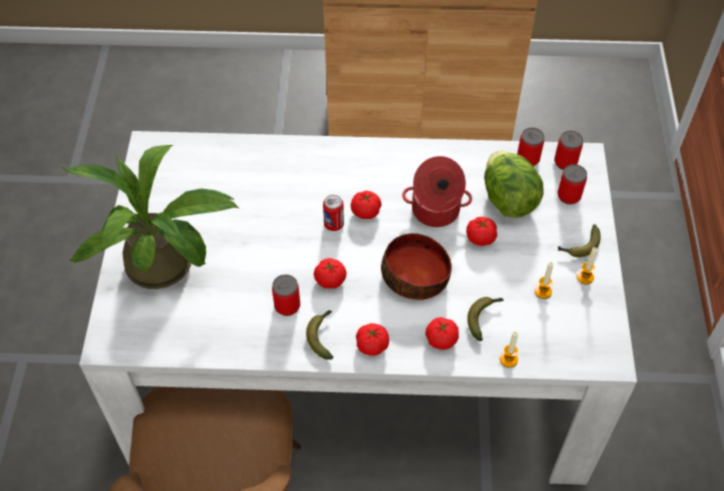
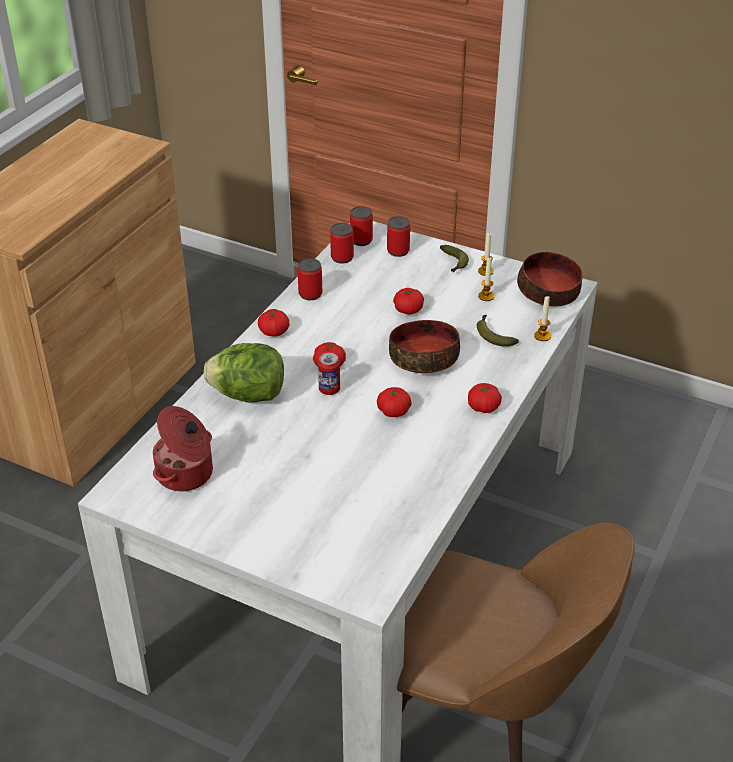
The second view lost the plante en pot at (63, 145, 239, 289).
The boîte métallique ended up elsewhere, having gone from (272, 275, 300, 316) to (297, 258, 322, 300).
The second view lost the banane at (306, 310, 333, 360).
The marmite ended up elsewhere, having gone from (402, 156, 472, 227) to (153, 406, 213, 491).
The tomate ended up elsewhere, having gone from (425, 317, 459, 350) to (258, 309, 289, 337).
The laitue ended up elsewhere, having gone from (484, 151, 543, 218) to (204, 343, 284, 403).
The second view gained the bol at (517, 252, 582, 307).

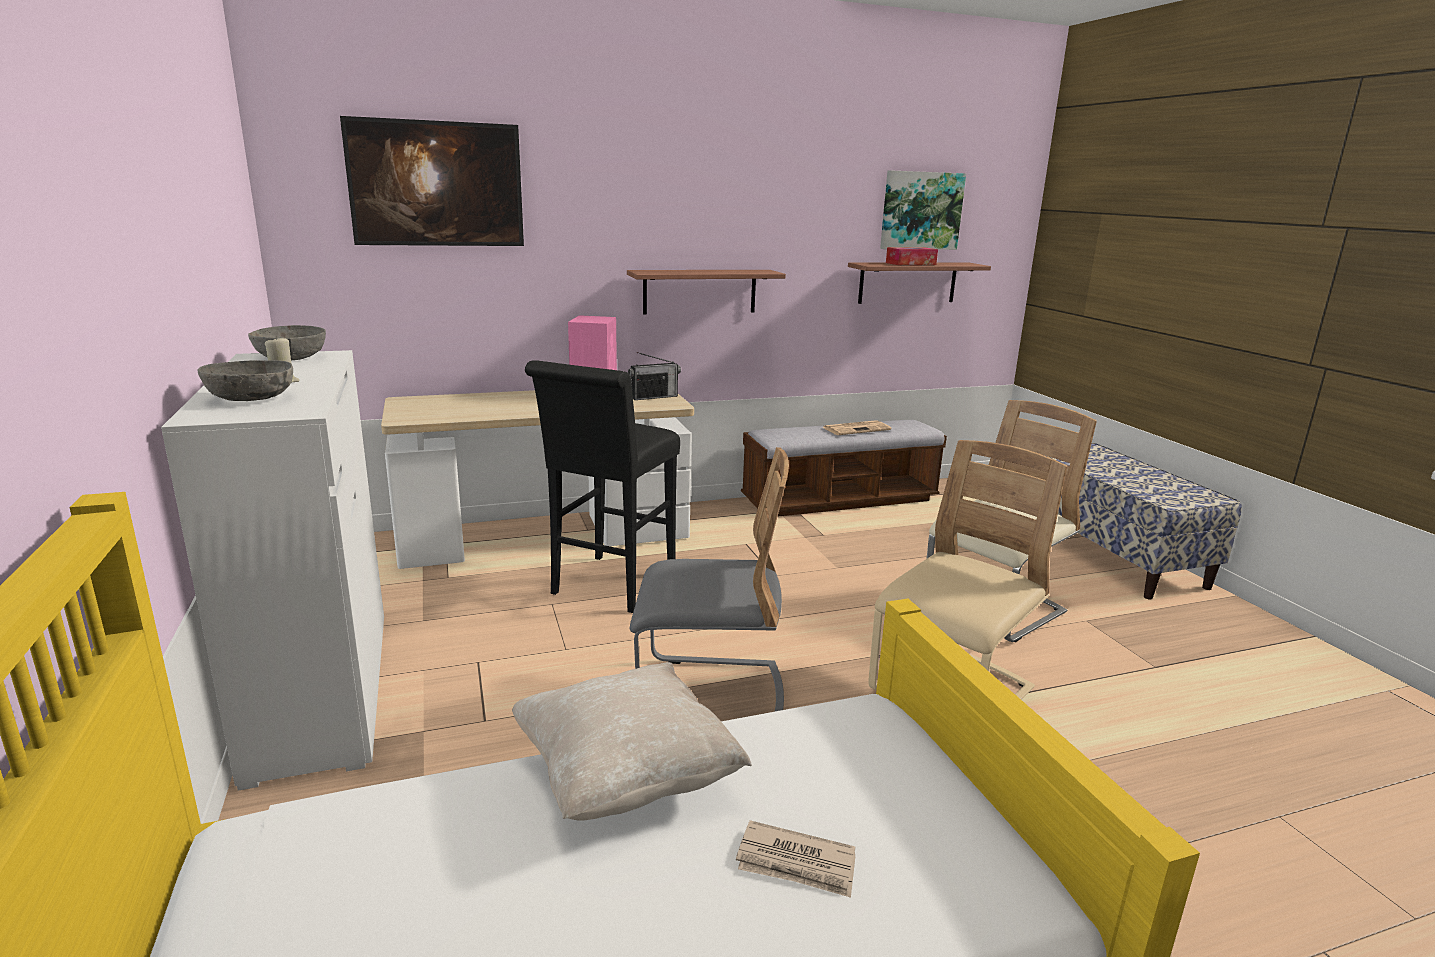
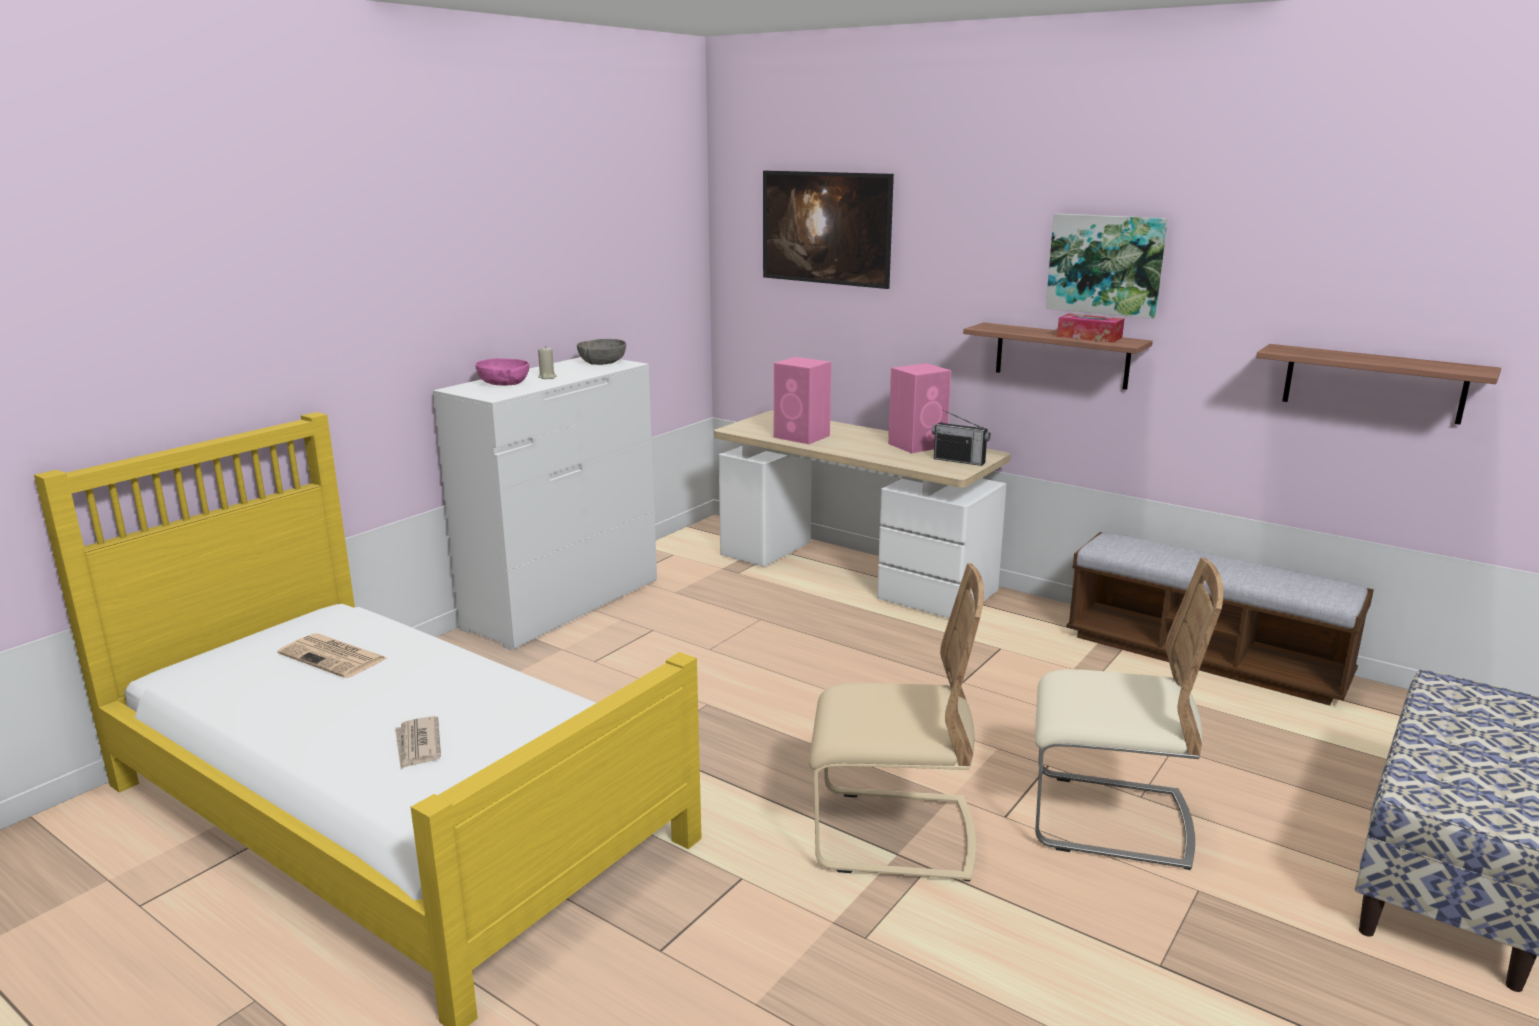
What was the bol/gris at (197, 360, 293, 401) turned into the bol/rose at (475, 358, 529, 386).
The second view lost the coussin/beige at (512, 662, 752, 821).
The second view lost the tabouret/noir at (525, 360, 680, 613).
The second view lost the chaise/gris at (630, 447, 789, 711).
The journal ended up elsewhere, having gone from (822, 420, 891, 435) to (278, 633, 387, 678).
The tableau ended up elsewhere, having gone from (880, 170, 966, 250) to (1046, 213, 1168, 319).
The boîte à mouchoirs ended up elsewhere, having gone from (886, 247, 938, 265) to (1057, 314, 1124, 343).
The second view gained the enceinte/rose at (774, 357, 831, 444).

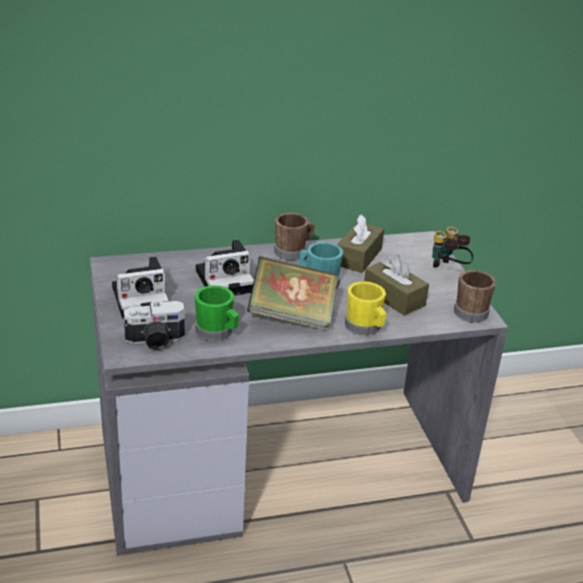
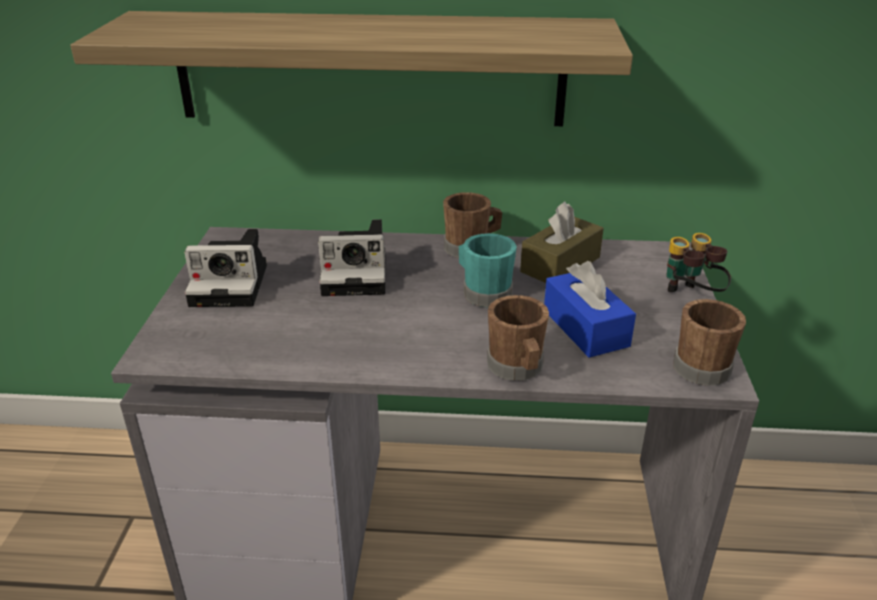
The second view lost the appareil photo at (124, 301, 185, 351).
The second view lost the mug/vert at (195, 285, 239, 341).
The second view lost the livre at (247, 256, 338, 331).
What was the mug/jaune at (345, 281, 386, 336) turned into the mug/marron at (487, 295, 549, 381).
What was the boîte à mouchoirs/marron at (364, 254, 429, 316) turned into the boîte à mouchoirs/bleu at (544, 261, 636, 358).
The second view gained the étagère at (70, 11, 633, 126).

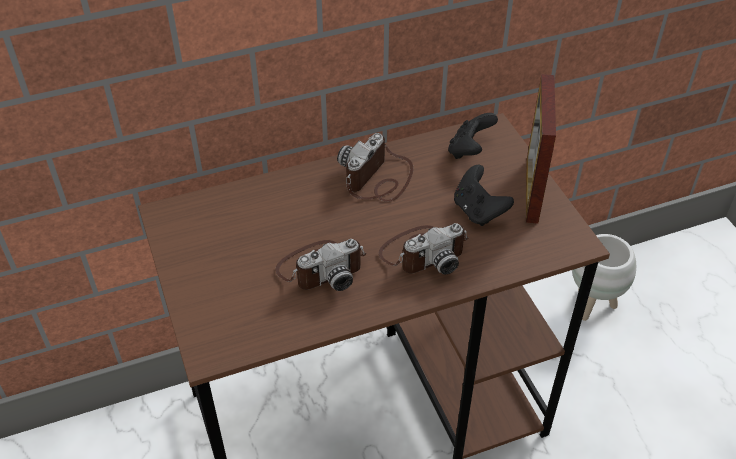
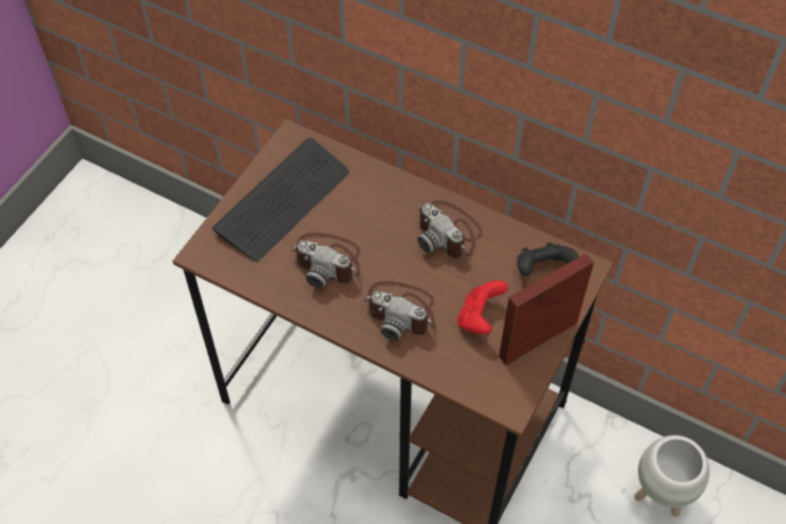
The appareil photo at (337, 133, 413, 202) ended up facing another way, 120 degrees counterclockwise from before.
What was the manette/noir at (454, 165, 514, 226) turned into the manette/rouge at (457, 280, 508, 335).
The second view gained the clavier at (212, 138, 349, 262).

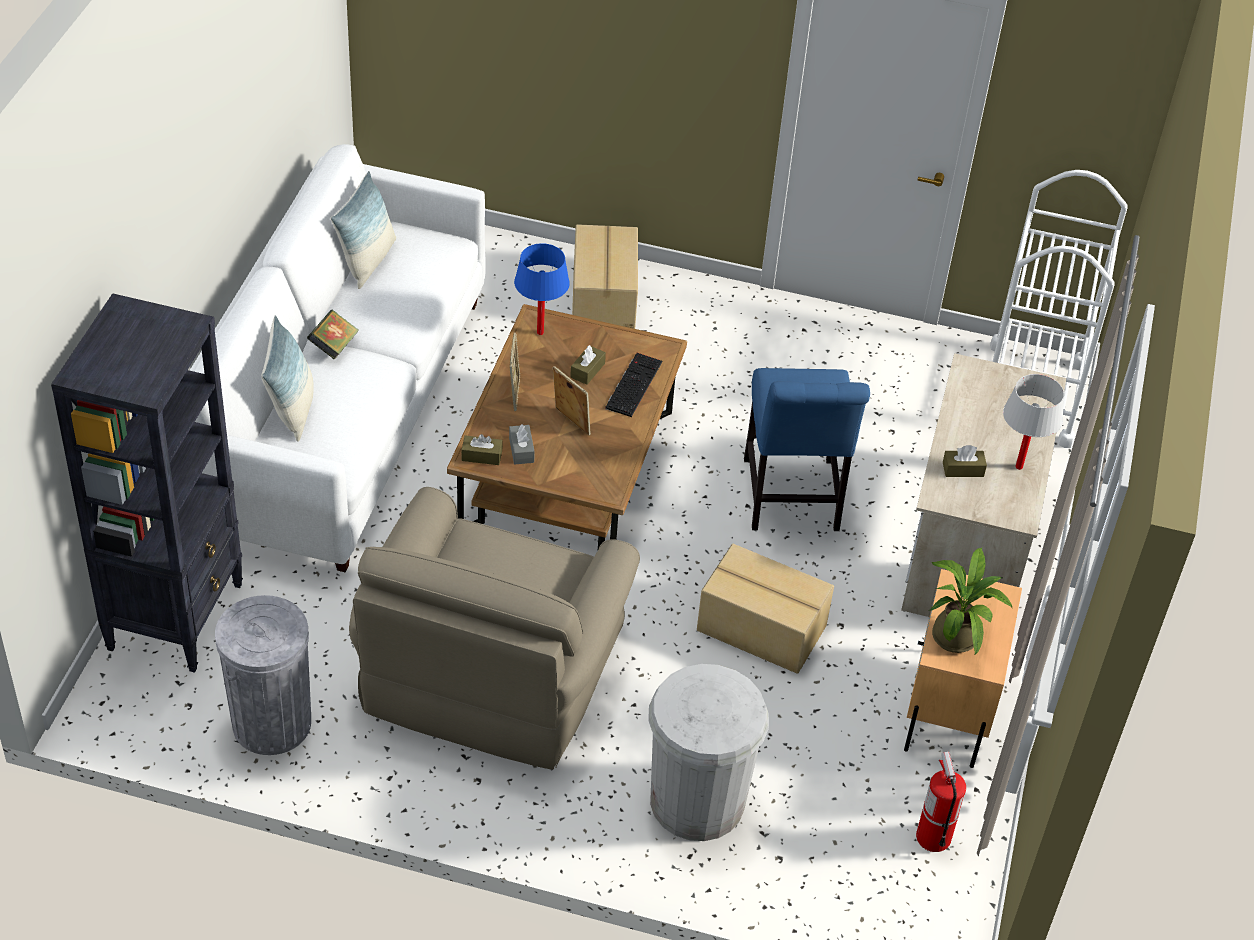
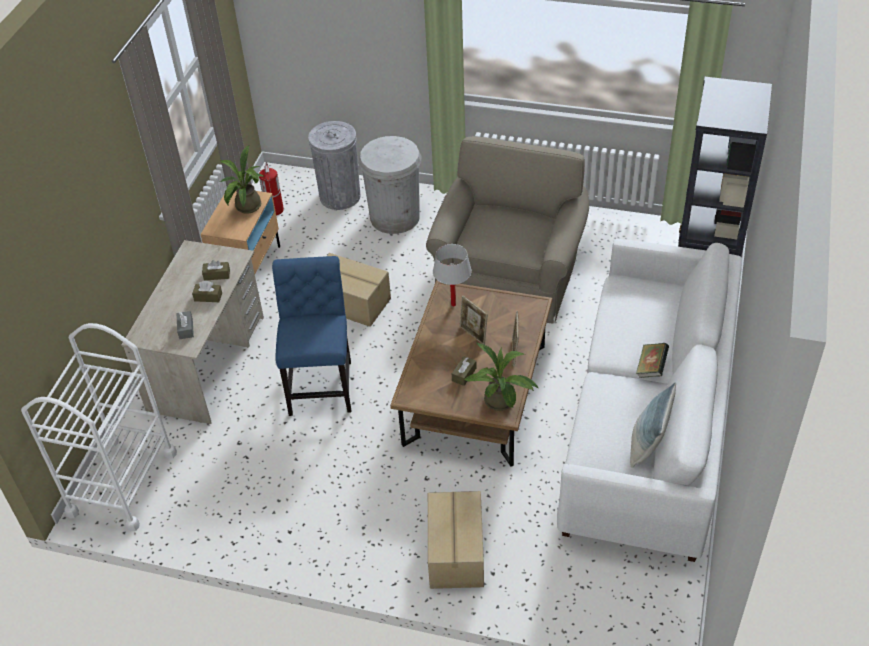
The poubelle/gris ended up elsewhere, having gone from (215, 595, 311, 755) to (308, 121, 360, 210).
The second view lost the coussin at (261, 315, 314, 442).
The boîte à mouchoirs/marron ended up elsewhere, having gone from (461, 434, 503, 465) to (192, 281, 222, 302).
The boîte à mouchoirs/gris ended up elsewhere, having gone from (509, 424, 535, 465) to (177, 311, 194, 339).
Where the lampe de table/bleu stood at (514, 243, 570, 335), the plante en pot came to stand at (464, 343, 539, 411).
The second view lost the clavier at (605, 353, 662, 417).
The lampe de table/blanc ended up elsewhere, having gone from (1003, 374, 1064, 470) to (433, 244, 472, 307).

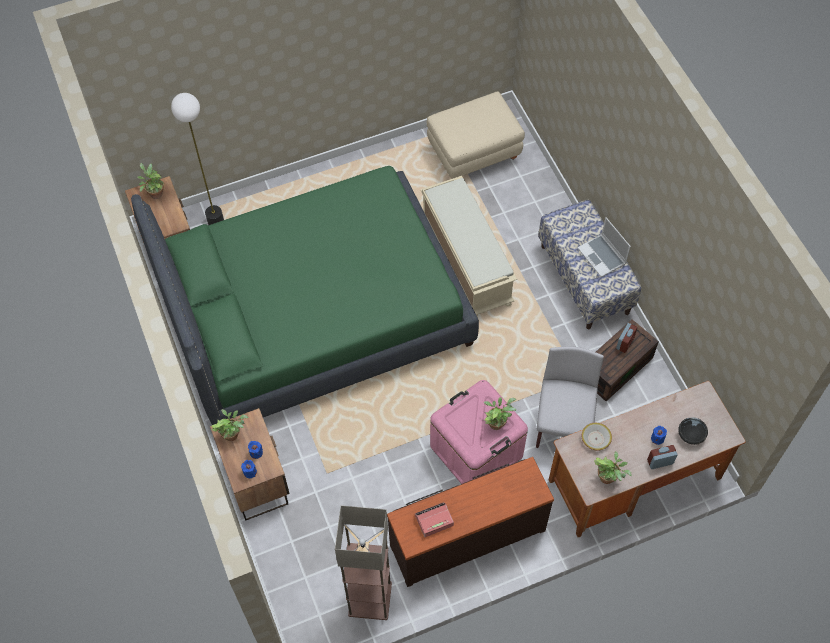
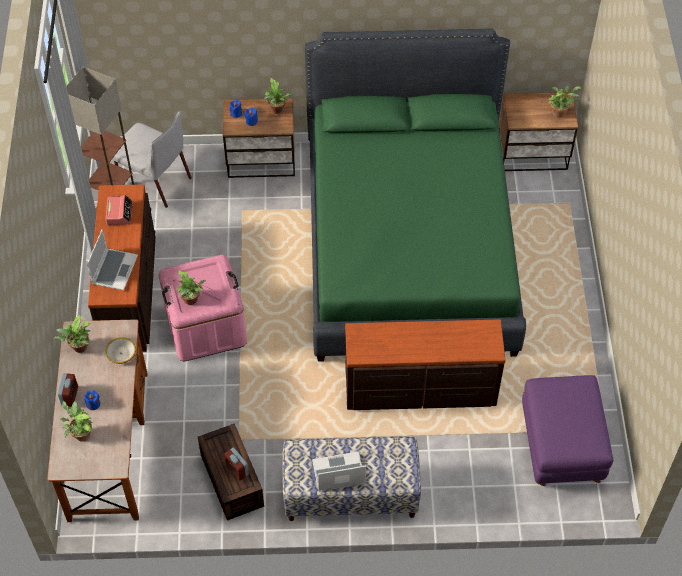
The second view lost the lampadaire at (171, 93, 224, 225).
Where the banc/beige stood at (421, 176, 517, 317), the commode/marron came to stand at (345, 319, 506, 410).
What was the pouf/beige at (427, 91, 525, 179) turned into the pouf/violet at (522, 375, 613, 486).
The chaise/gris ended up elsewhere, having gone from (536, 346, 604, 448) to (112, 112, 192, 208).
Where the bol/noir stood at (678, 417, 708, 445), the plante en pot came to stand at (60, 401, 92, 442).
The second view gained the ordinateur portable at (87, 229, 138, 290).

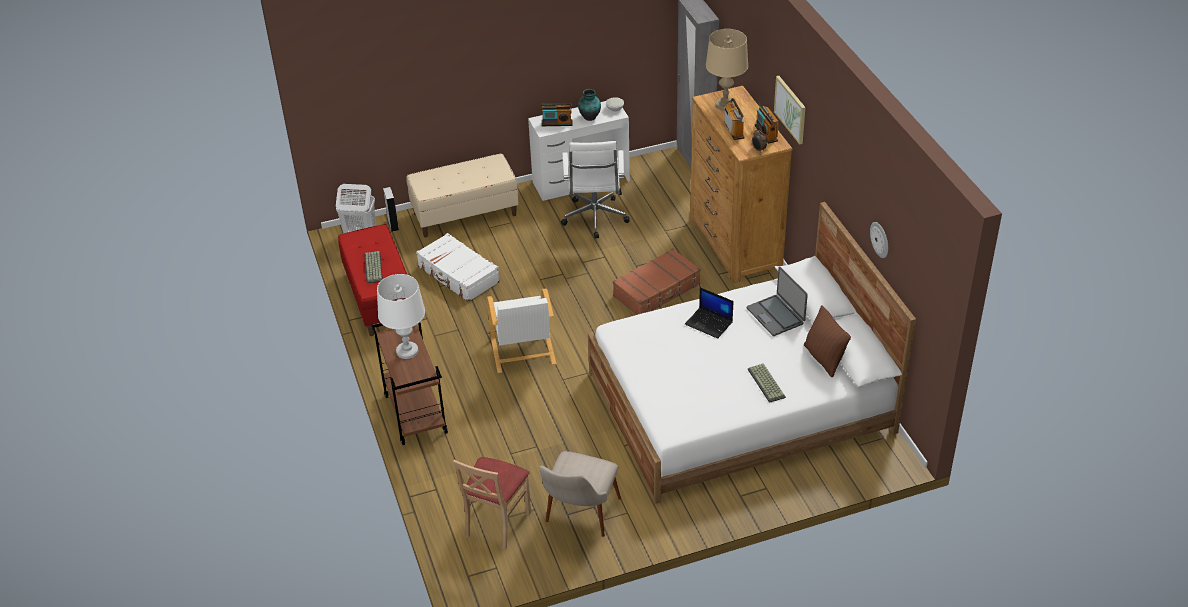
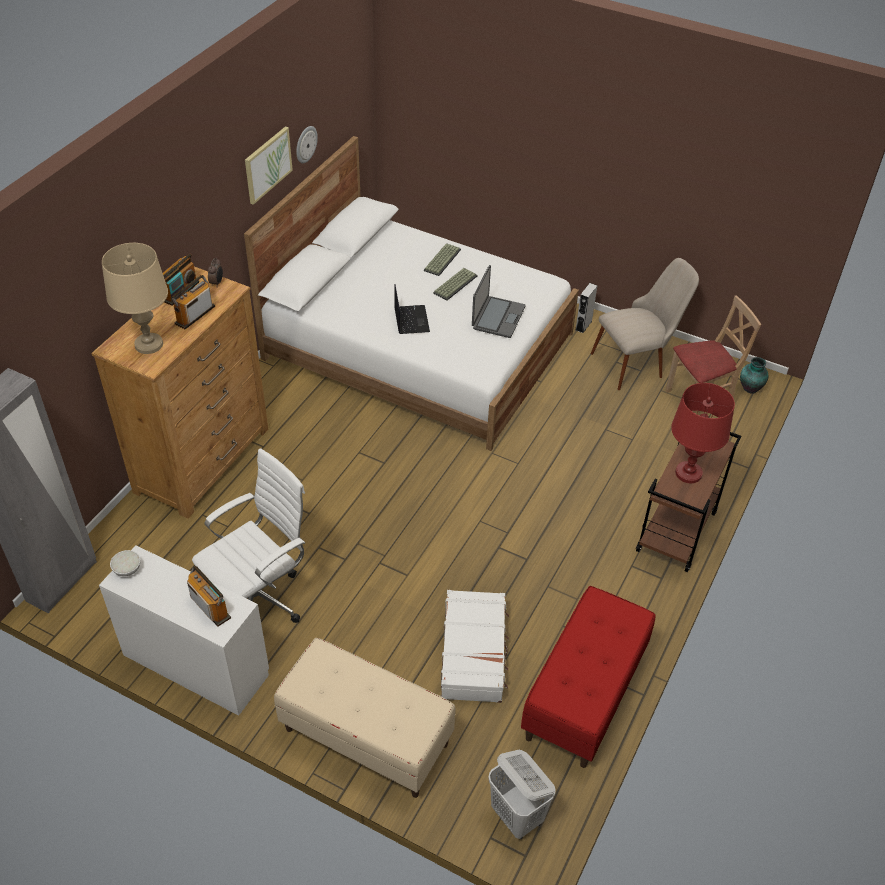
The clavier ended up elsewhere, having gone from (364, 251, 383, 283) to (433, 268, 478, 300).
What was the lampe de table/blanc at (377, 274, 425, 359) turned into the lampe de table/rouge at (671, 383, 735, 483).
The enceinte/gris ended up elsewhere, having gone from (383, 187, 399, 232) to (576, 283, 597, 333).
The second view lost the fauteuil/blanc at (487, 288, 556, 373).
The vase ended up elsewhere, having gone from (578, 89, 601, 121) to (740, 357, 768, 394).
The second view lost the valise/marron at (613, 248, 700, 315).
The ordinateur portable ended up elsewhere, having gone from (747, 267, 808, 336) to (472, 265, 525, 338).
The tableau ended up elsewhere, having gone from (774, 76, 806, 145) to (245, 126, 293, 205).
The second view lost the coussin/marron at (804, 305, 851, 377).

